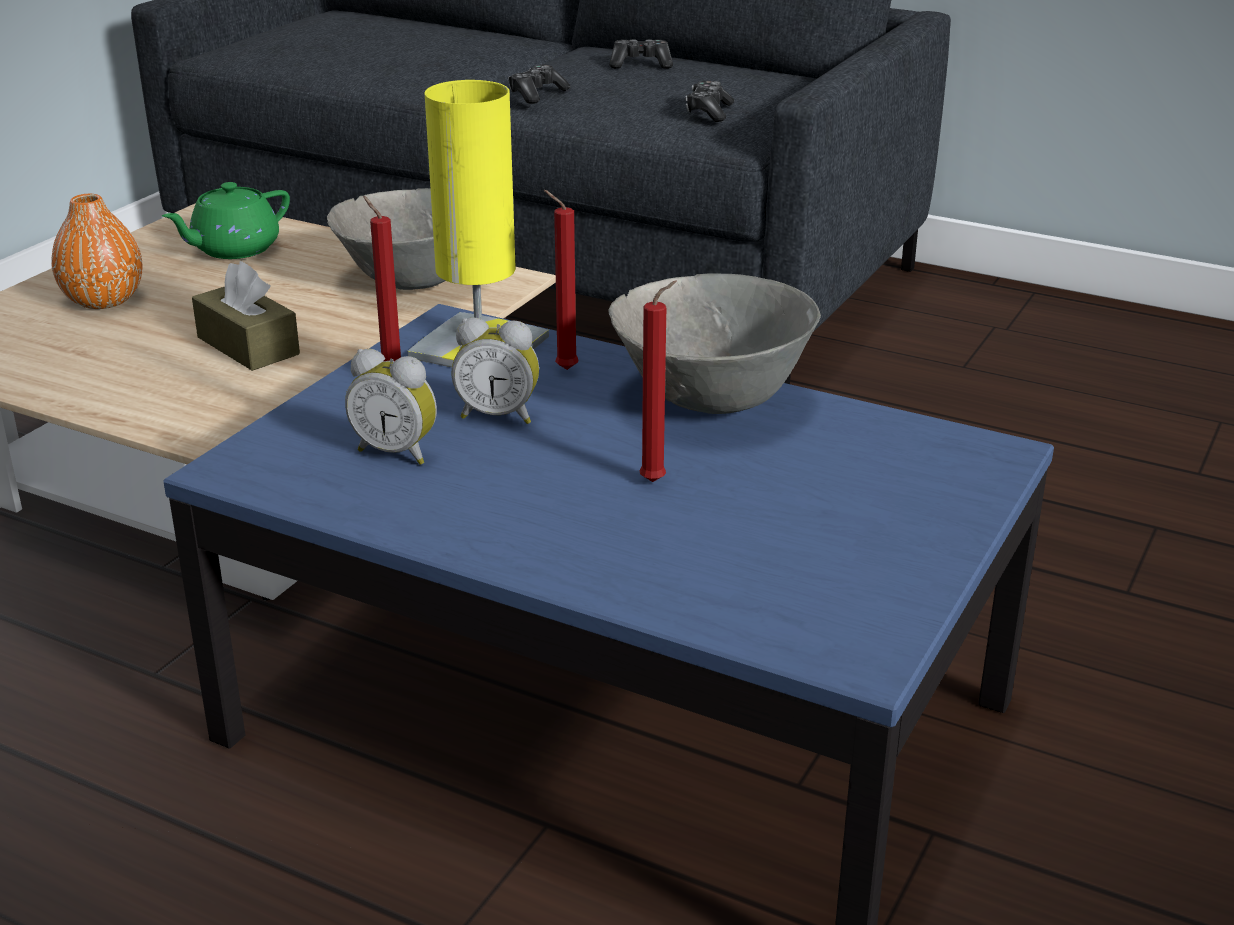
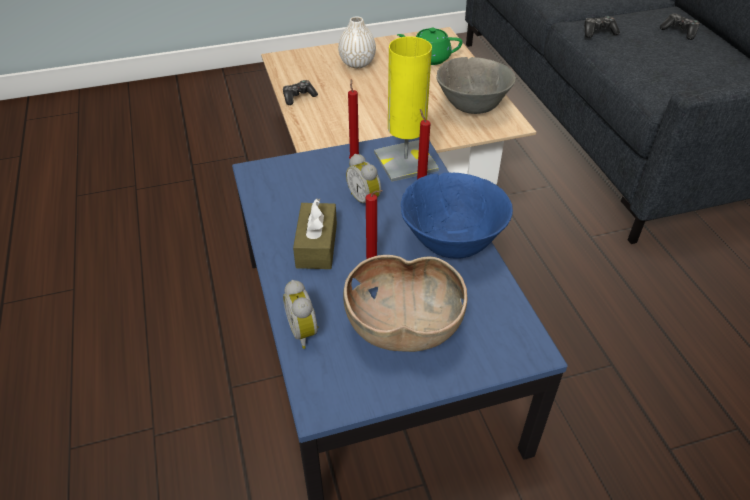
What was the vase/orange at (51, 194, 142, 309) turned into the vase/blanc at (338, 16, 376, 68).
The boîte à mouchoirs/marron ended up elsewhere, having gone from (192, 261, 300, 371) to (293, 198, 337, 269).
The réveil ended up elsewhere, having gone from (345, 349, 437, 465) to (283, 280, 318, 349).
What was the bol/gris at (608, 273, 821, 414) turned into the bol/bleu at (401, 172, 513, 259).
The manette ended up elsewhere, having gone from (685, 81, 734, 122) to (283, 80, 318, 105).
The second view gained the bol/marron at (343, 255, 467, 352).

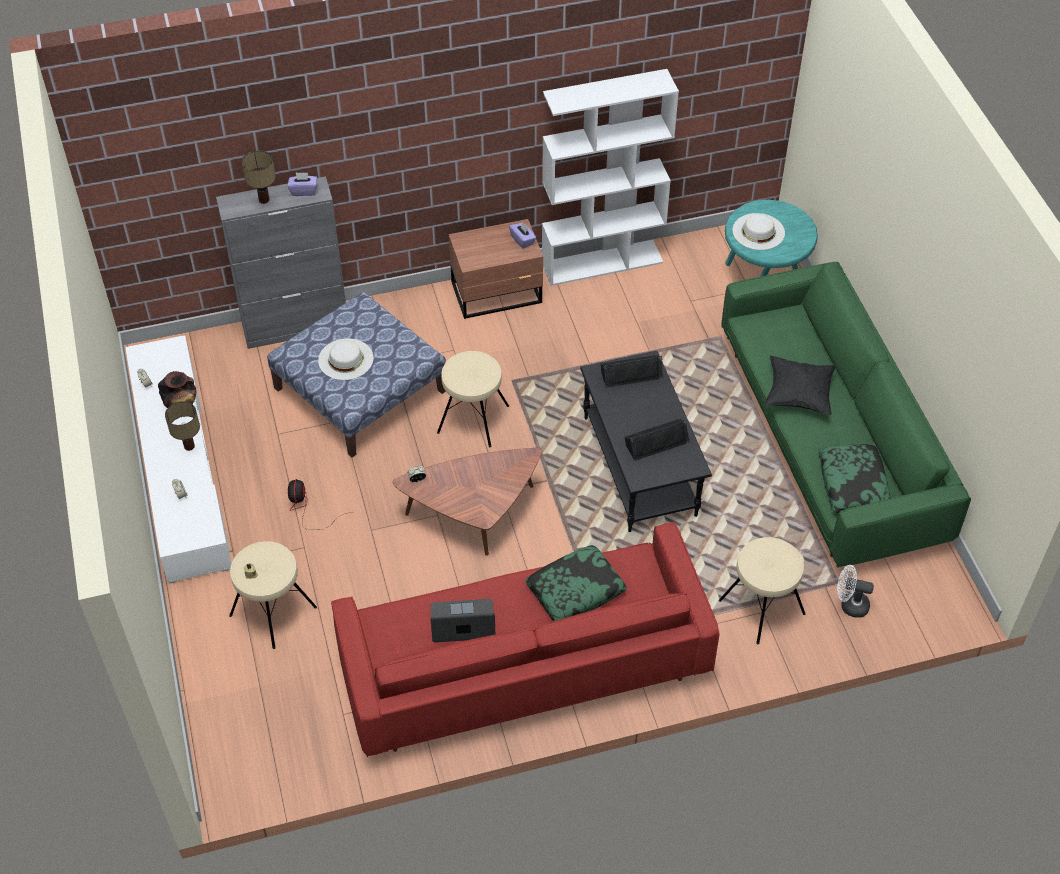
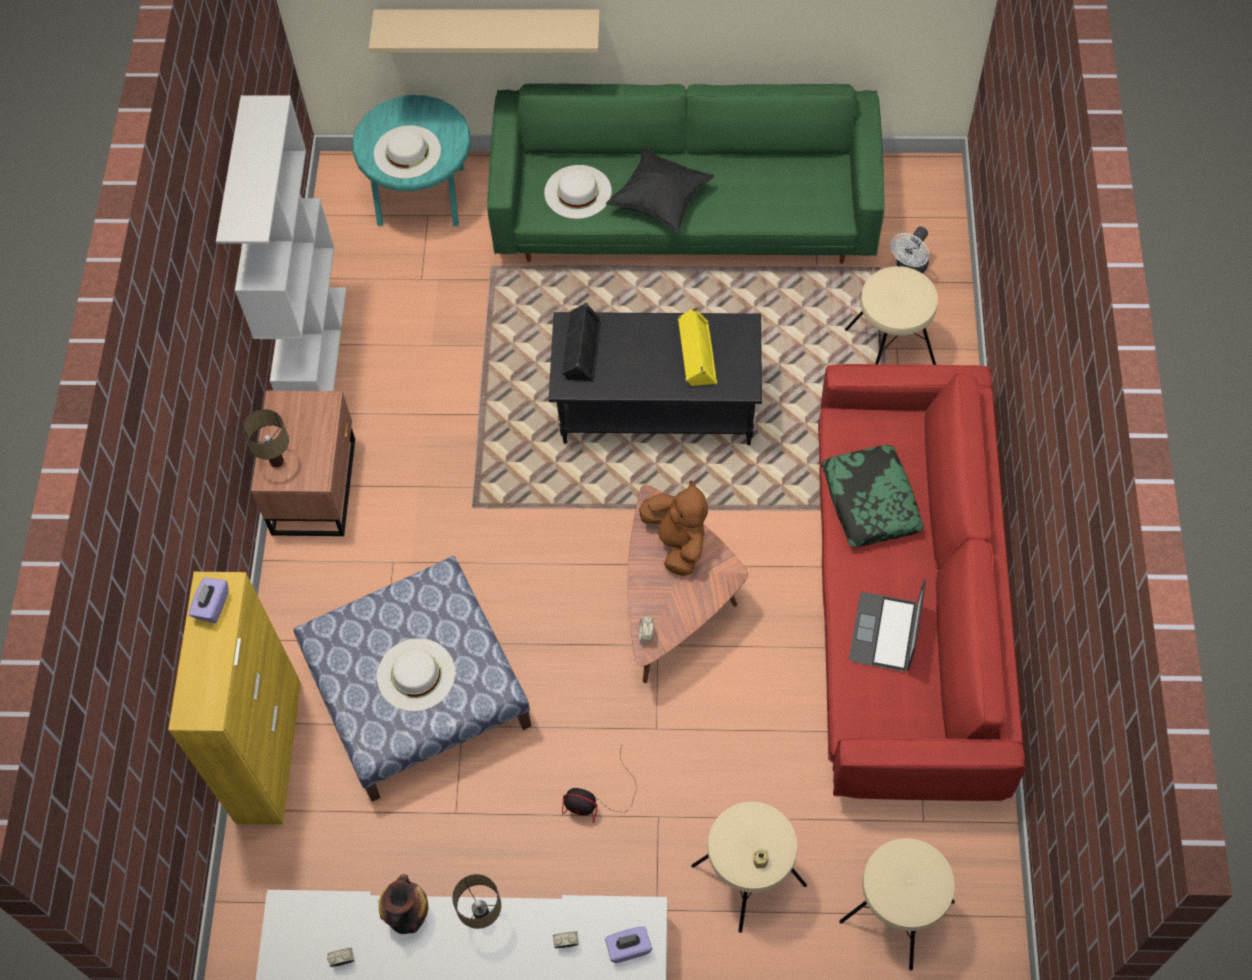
What was the meuble de rangement/gris at (216, 176, 346, 349) turned into the meuble de rangement/jaune at (168, 572, 301, 825).
The lampe de table ended up elsewhere, having gone from (242, 150, 276, 204) to (242, 409, 289, 467).
The tabouret/beige ended up elsewhere, having gone from (437, 351, 509, 447) to (839, 838, 955, 970).
The boîte à mouchoirs/violet ended up elsewhere, having gone from (509, 221, 536, 249) to (605, 926, 652, 963).
What was the enceinte/noir at (624, 419, 690, 461) turned into the enceinte/jaune at (677, 307, 717, 386).
The second view lost the coussin at (818, 444, 890, 513).
The second view gained the étagère/beige at (369, 9, 600, 53).
The second view gained the chapeau/blanc at (544, 165, 612, 219).
The second view gained the peluche/marron at (639, 480, 708, 576).

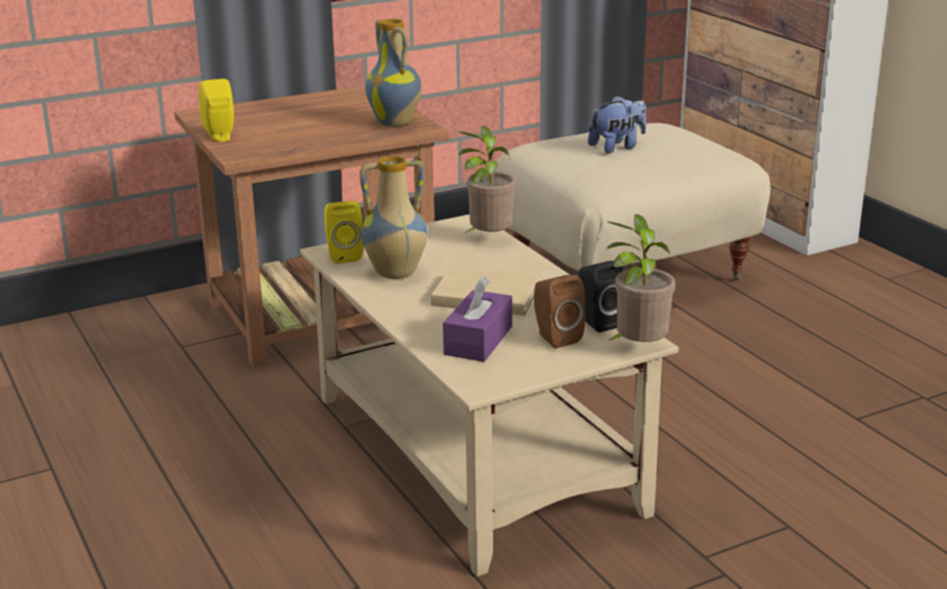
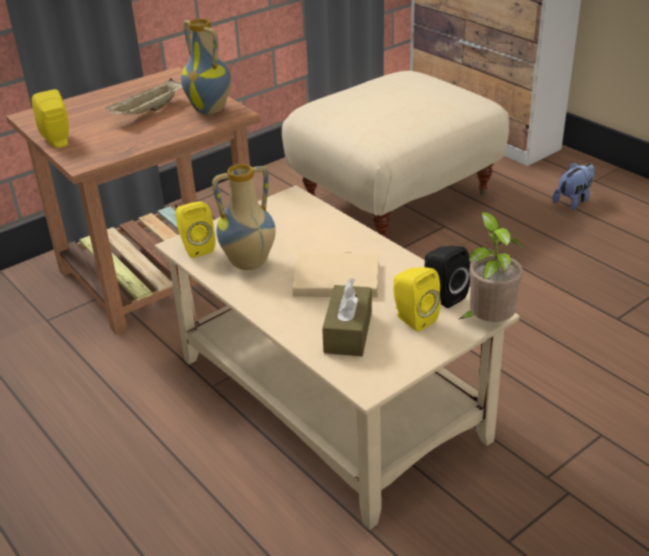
What was the boîte à mouchoirs/violet at (443, 277, 512, 362) turned into the boîte à mouchoirs/marron at (322, 278, 372, 356).
The second view lost the plante en pot at (459, 126, 516, 234).
What was the enceinte/marron at (534, 275, 586, 348) turned into the enceinte/jaune at (393, 267, 441, 332).
The peluche ended up elsewhere, having gone from (588, 95, 646, 153) to (553, 162, 595, 210).
The second view gained the plateau/beige at (105, 78, 182, 115).

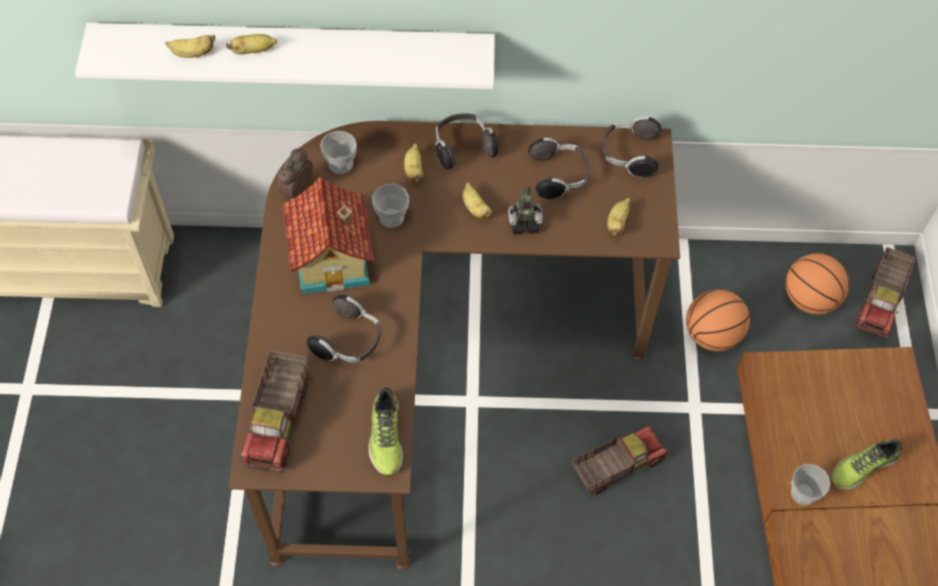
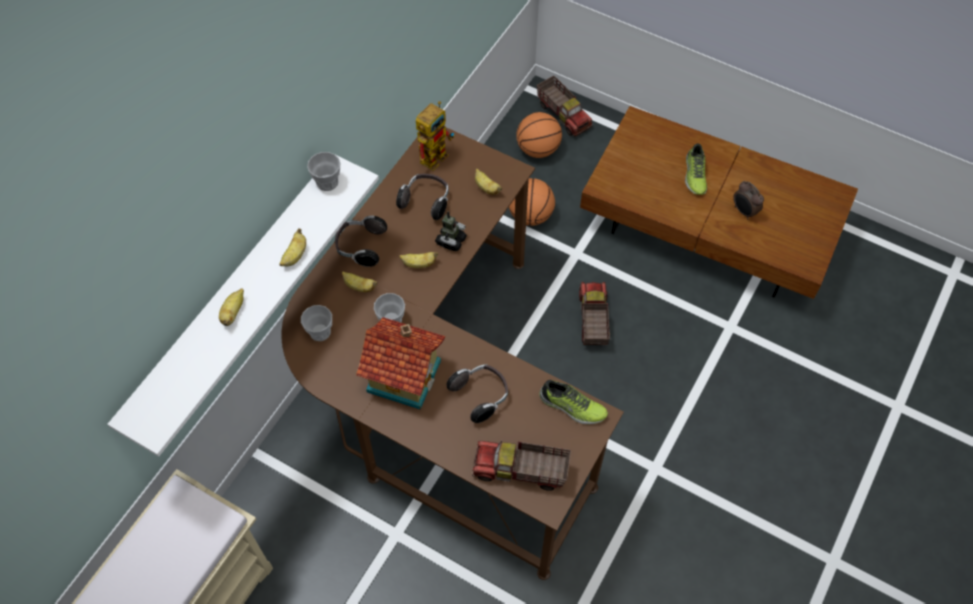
The banane ended up elsewhere, having gone from (165, 35, 216, 58) to (279, 228, 306, 266).
The camion jouet at (241, 350, 308, 472) ended up facing another way, 150 degrees clockwise from before.
The réveil ended up elsewhere, having gone from (278, 147, 313, 199) to (733, 181, 764, 219).
Where the casque audio stood at (602, 116, 662, 177), the robot jouet came to stand at (416, 101, 455, 171).
The tasse ended up elsewhere, having gone from (791, 464, 830, 505) to (307, 152, 340, 191).

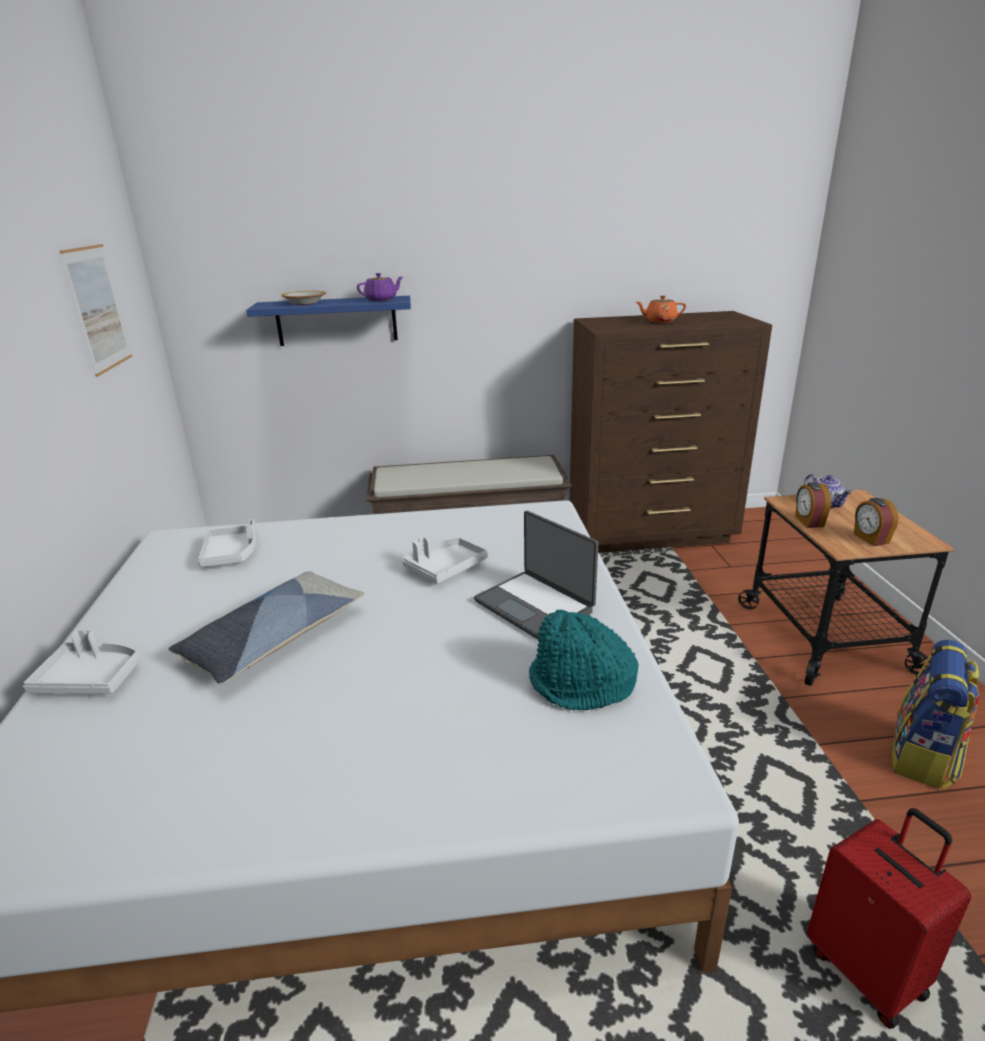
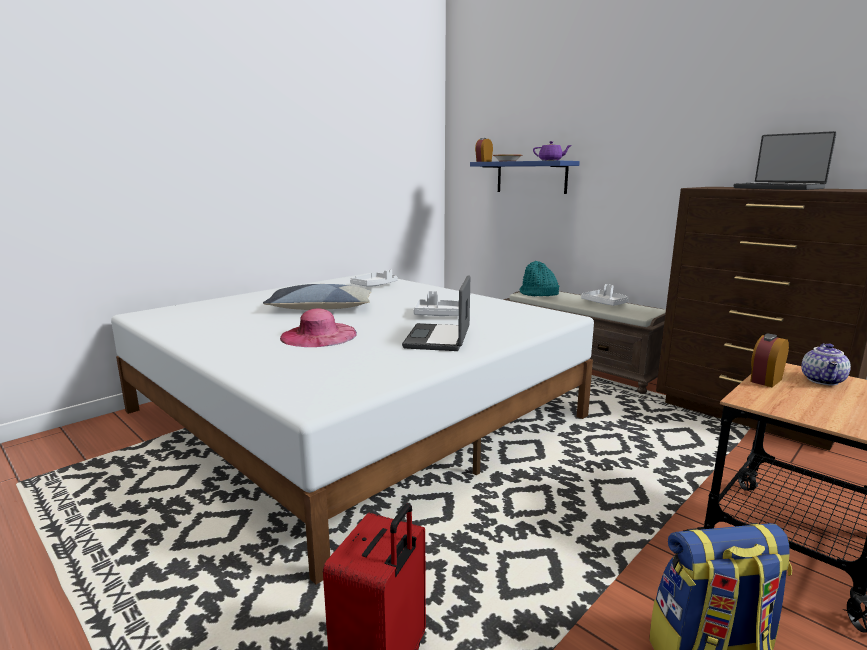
The plateau/blanc ended up elsewhere, having gone from (23, 629, 141, 694) to (581, 284, 629, 306).
The second view lost the tableau at (60, 244, 132, 377).
The chapeau/turquoise ended up elsewhere, having gone from (529, 610, 639, 710) to (520, 261, 559, 296).
Where the théière/orange stood at (636, 296, 686, 323), the ordinateur portable came to stand at (734, 131, 837, 190).
The réveil ended up elsewhere, having gone from (854, 498, 899, 546) to (475, 138, 493, 162).
The second view gained the chapeau/rose at (280, 308, 357, 347).

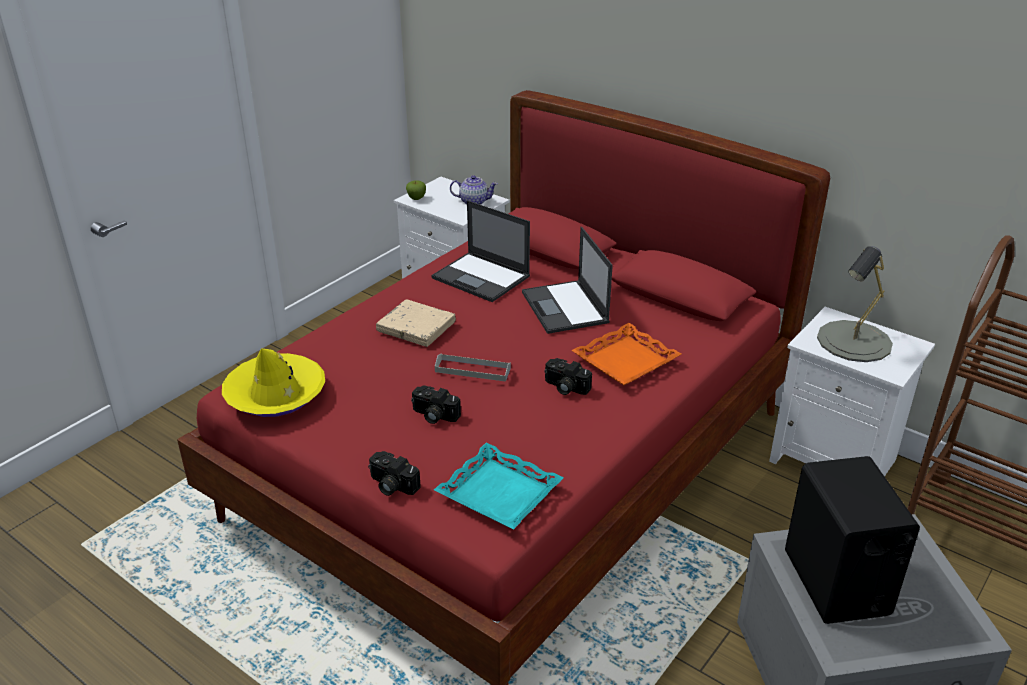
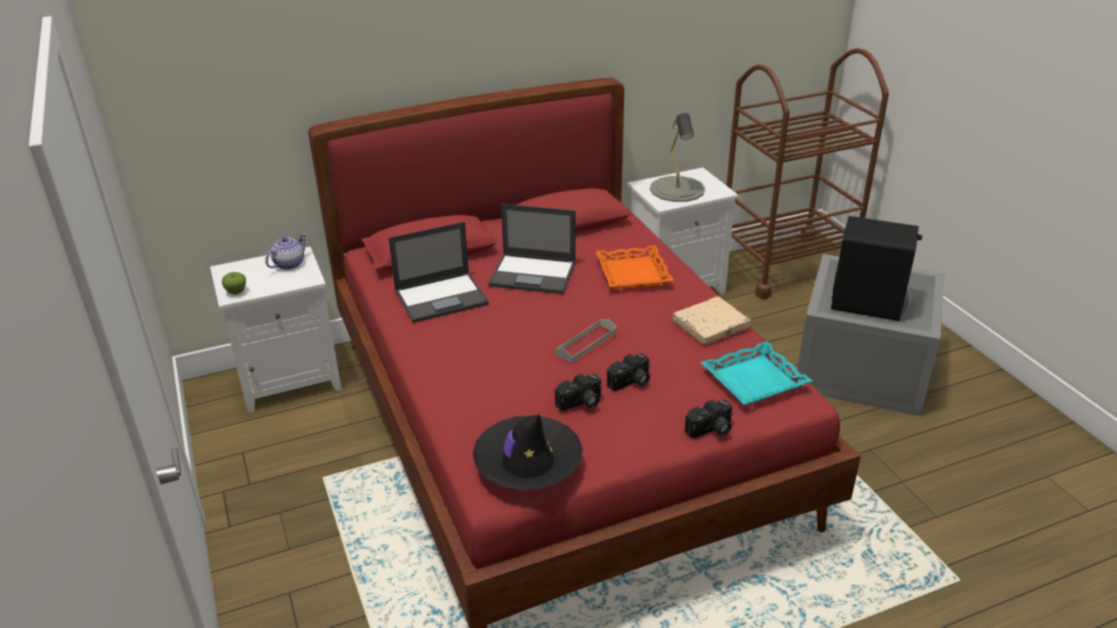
What was the chapeau/jaune at (222, 348, 325, 417) turned into the chapeau/noir at (473, 414, 583, 490).
The livre/beige ended up elsewhere, having gone from (376, 299, 456, 347) to (672, 296, 751, 345).
The appareil photo ended up elsewhere, having gone from (544, 358, 592, 395) to (555, 374, 602, 411).

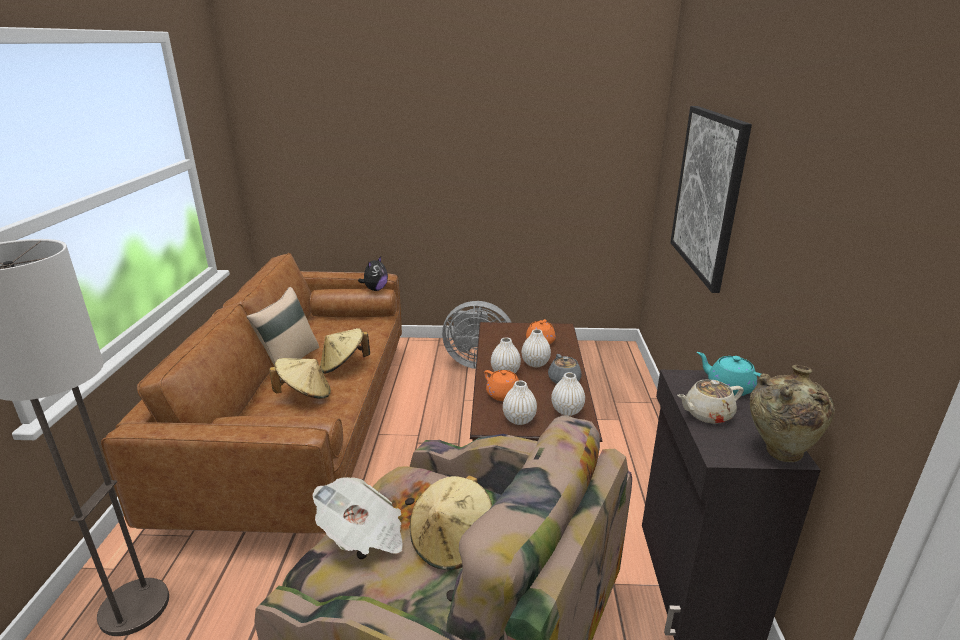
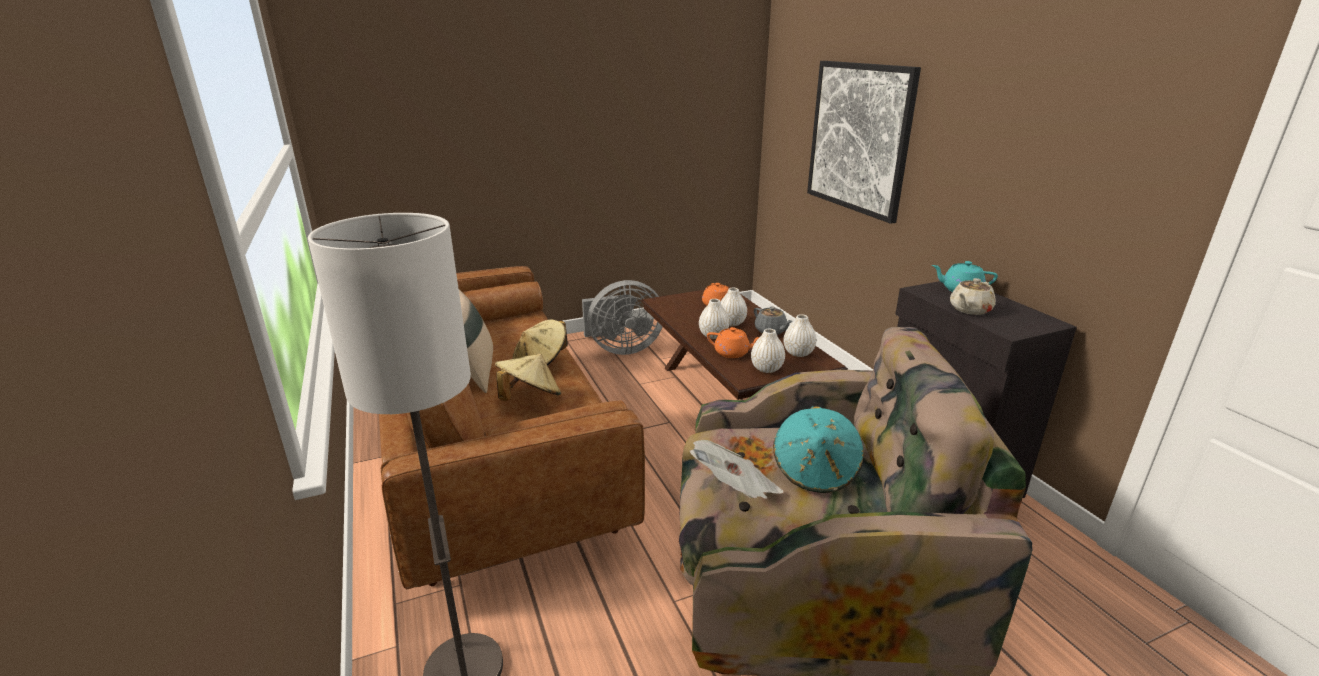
The second view lost the peluche at (358, 256, 388, 291).
What was the chapeau/beige at (410, 475, 492, 570) turned into the chapeau/turquoise at (773, 406, 864, 493).
The second view lost the vase/beige at (750, 365, 834, 462).

